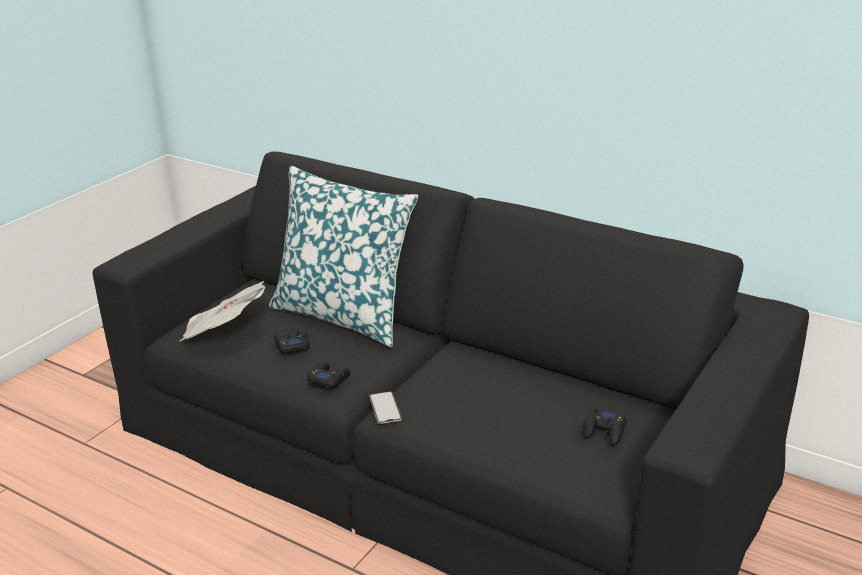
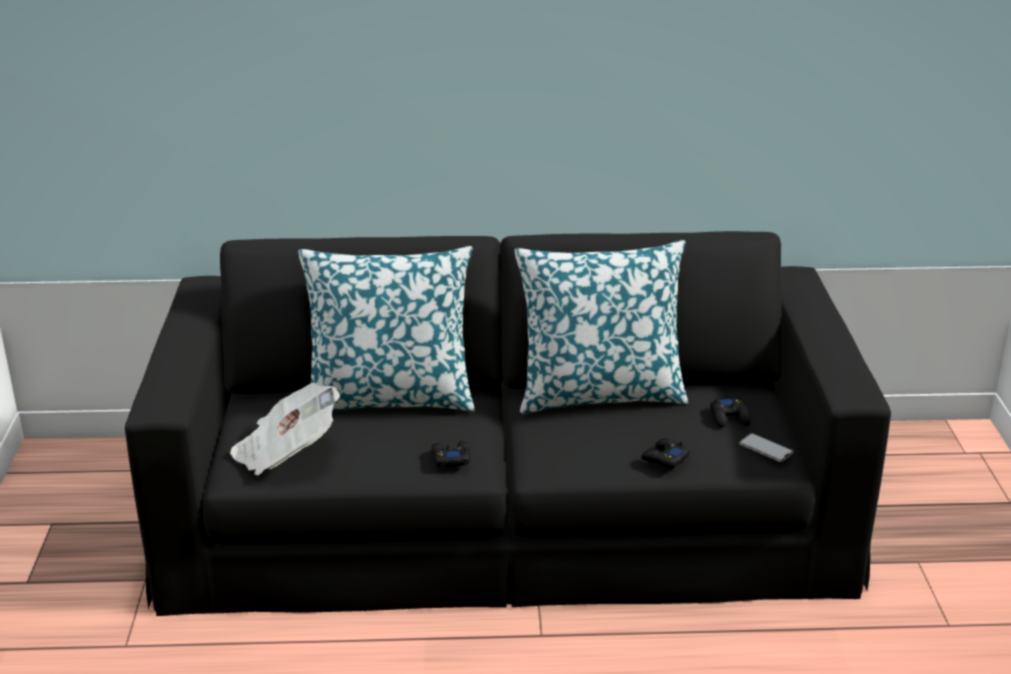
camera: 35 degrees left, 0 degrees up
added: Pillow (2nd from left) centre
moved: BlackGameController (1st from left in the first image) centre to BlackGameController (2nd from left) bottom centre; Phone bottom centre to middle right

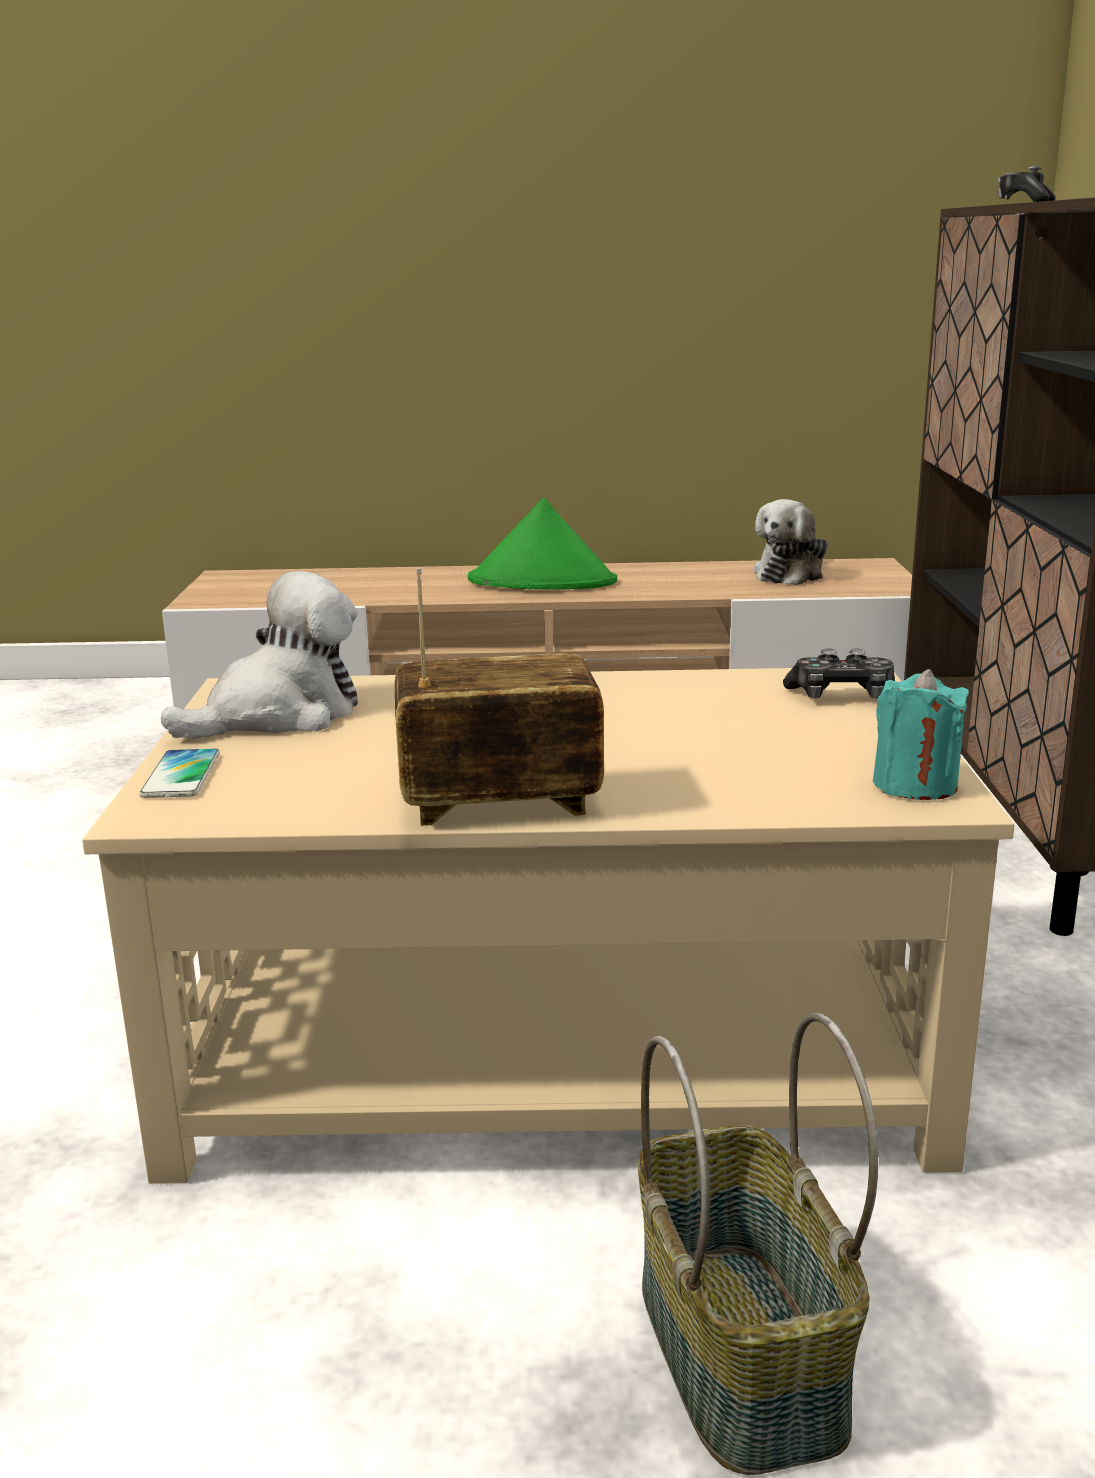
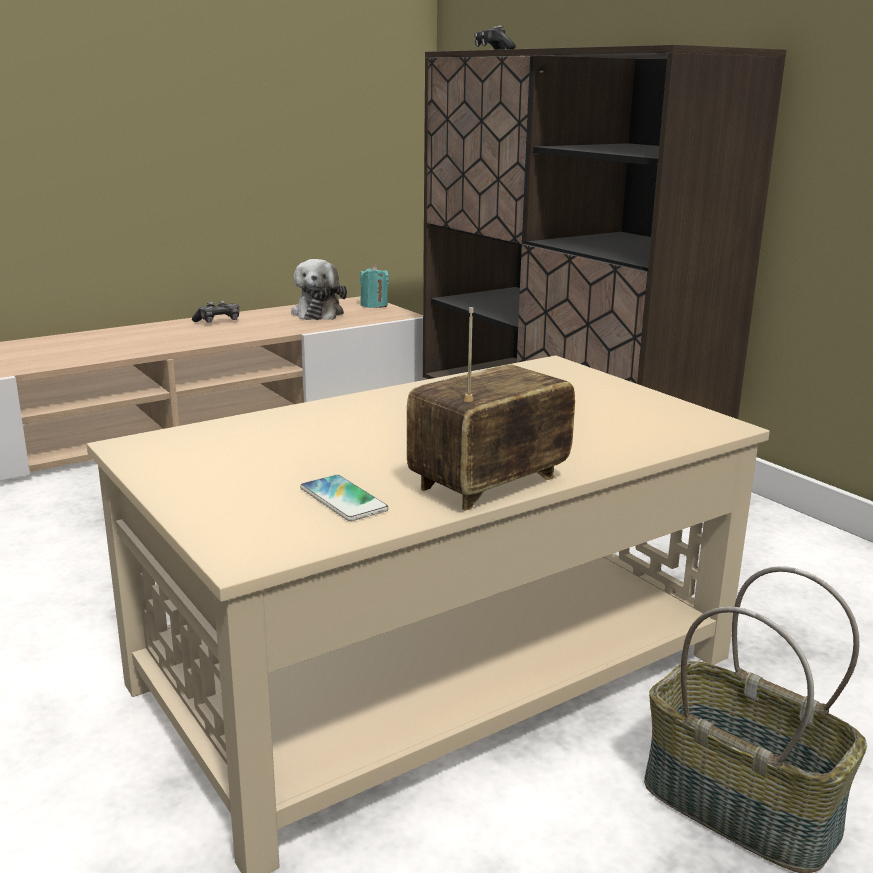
camera: 35 degrees left, 0 degrees up
removed: PlushToy (1st from left) middle left; GreenHat centre
moved: Phone middle left to centre; GameController (1st from left) middle right to middle left; TurquoiseCandle middle right to top centre

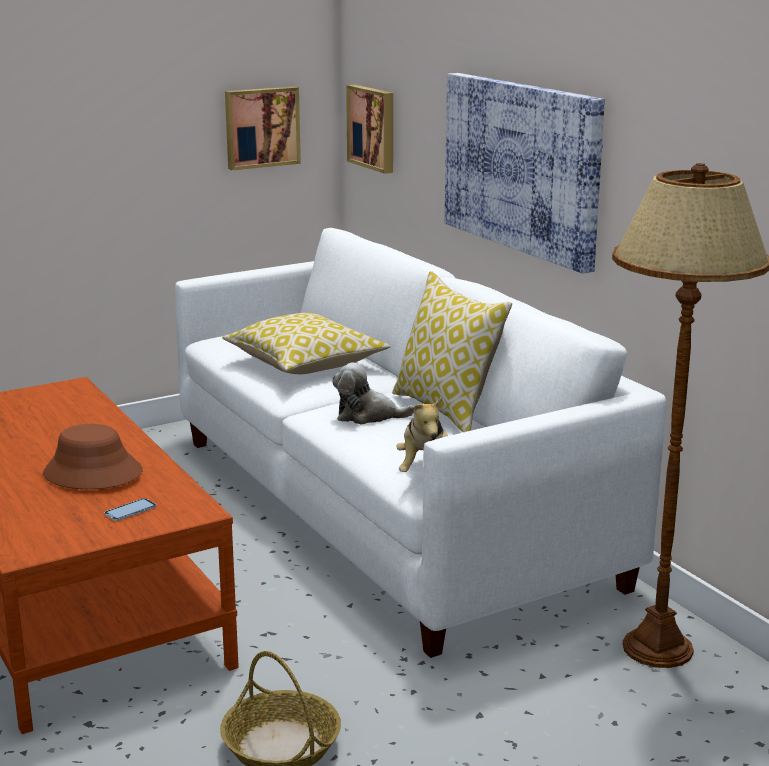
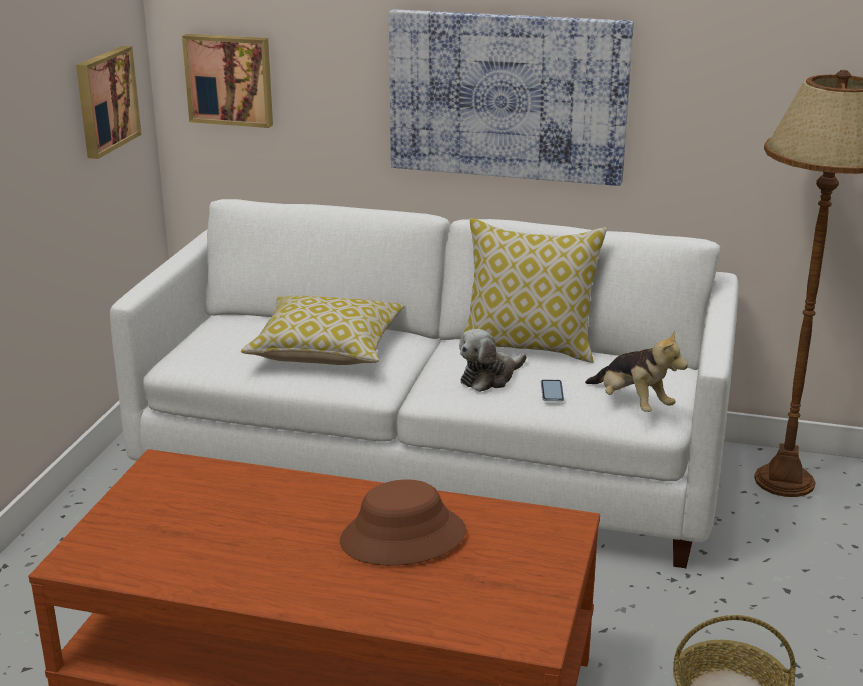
camera: 45 degrees left, 5 degrees up
moved: Phone middle left to centre

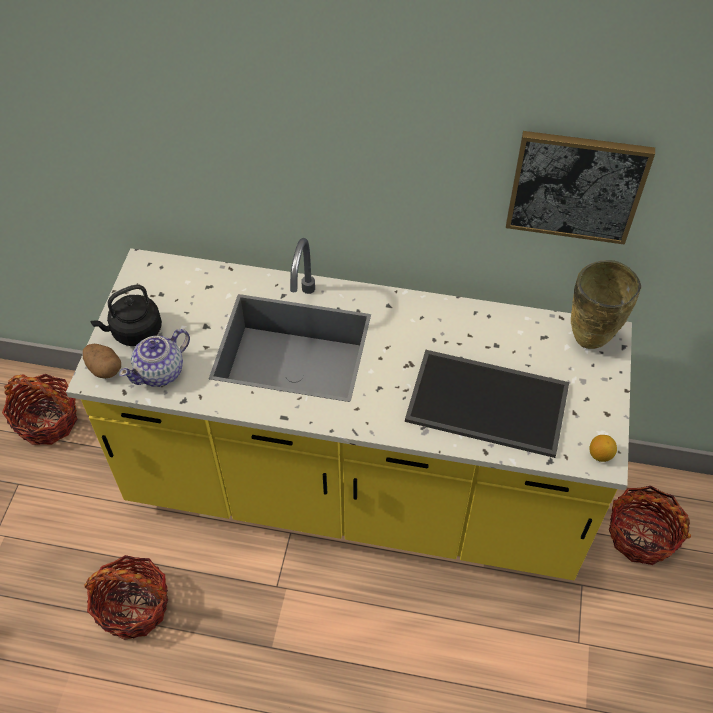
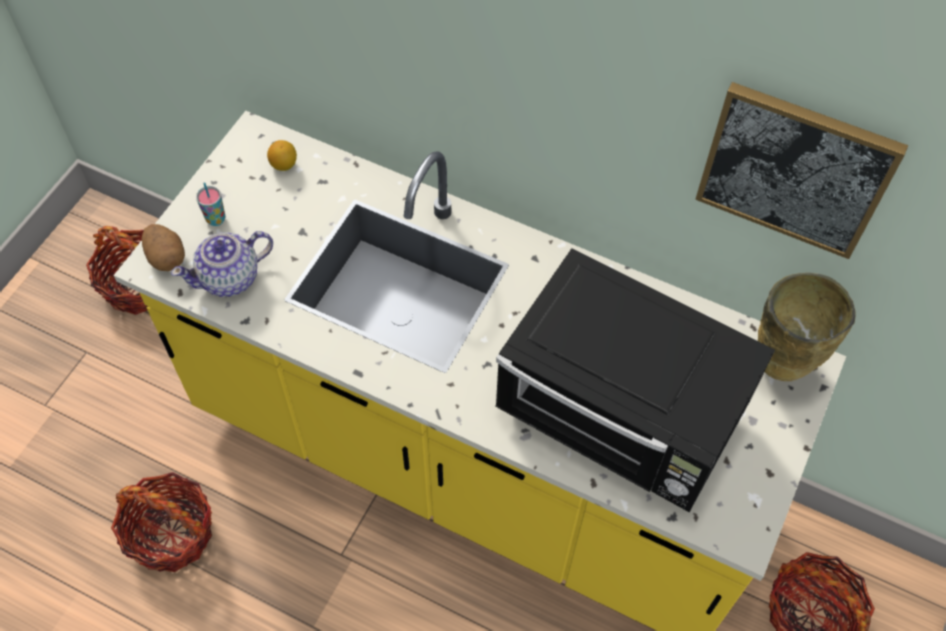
camera: 15 degrees right, 5 degrees up
moved: Lemon middle right to top left
replaced: BlackKettle middle left to Cup top left; Tray middle right to BlackMicrowave middle right

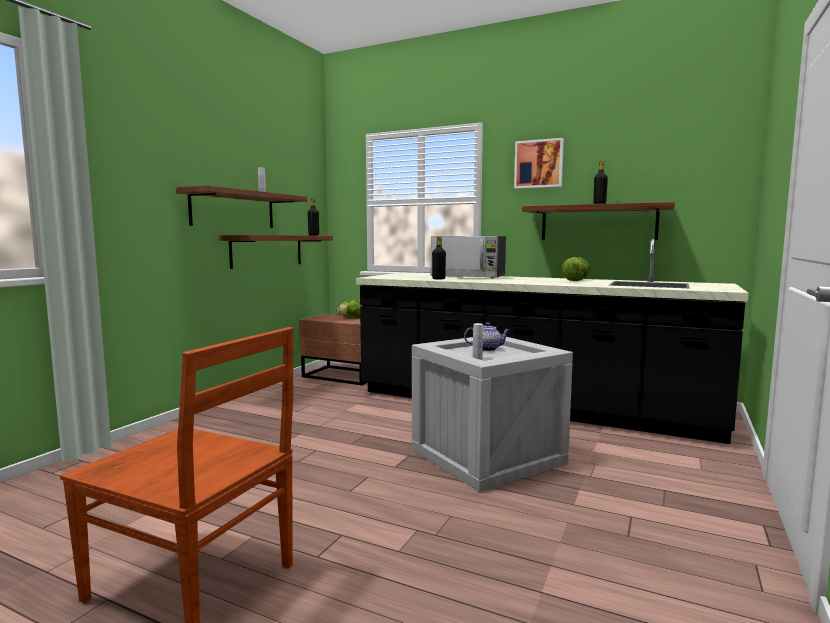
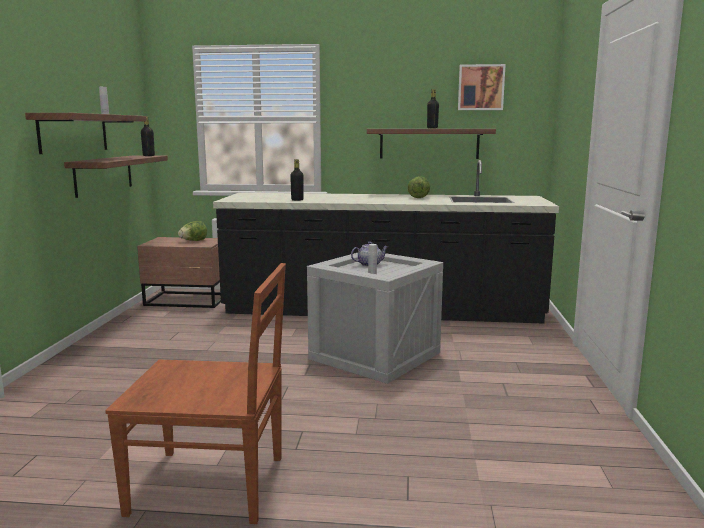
camera: 20 degrees left, 5 degrees up
removed: Microwave centre
moved: Picture top centre to top right

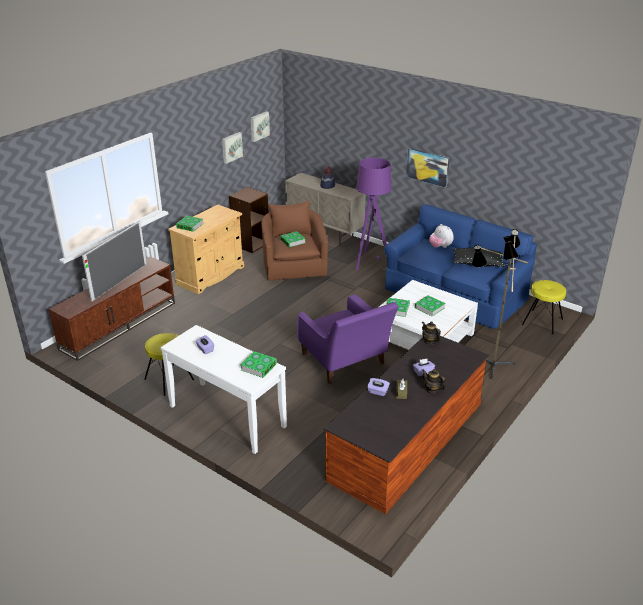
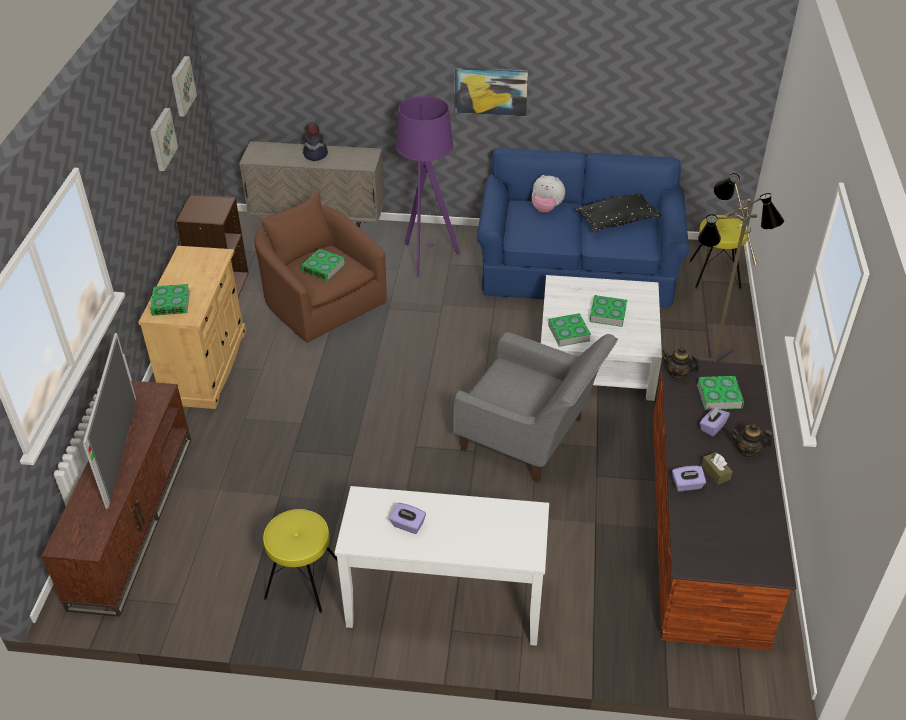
camera: 30 degrees left, 10 degrees up
moved: Book (2nd from left in the first image) centre to Book (5th from left) middle right
recoloured: PurpleArmchair centre to GreyArmchair centre

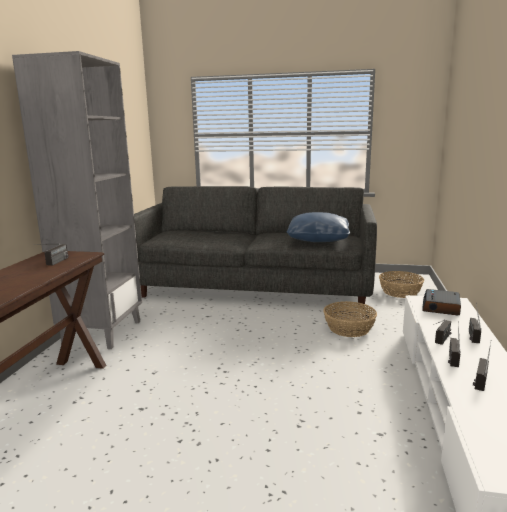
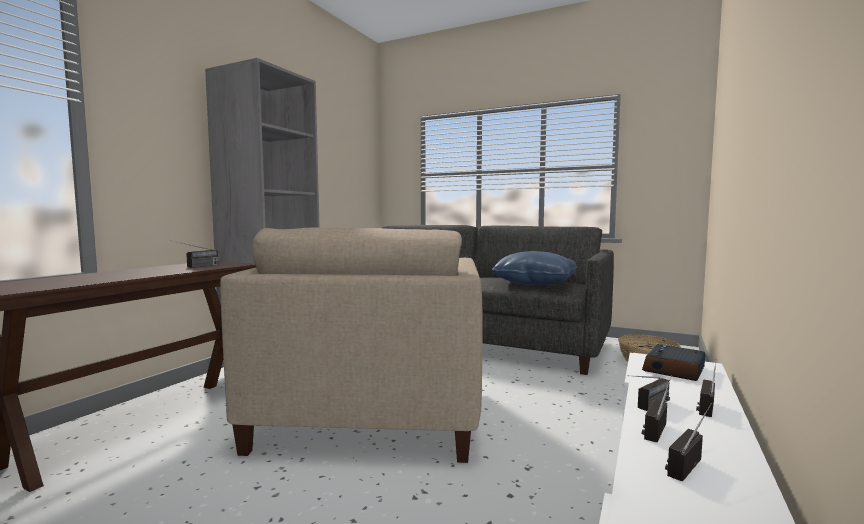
camera: 15 degrees right, 10 degrees down
removed: Basket (1st from left) middle right
added: BeigeArmchair centre

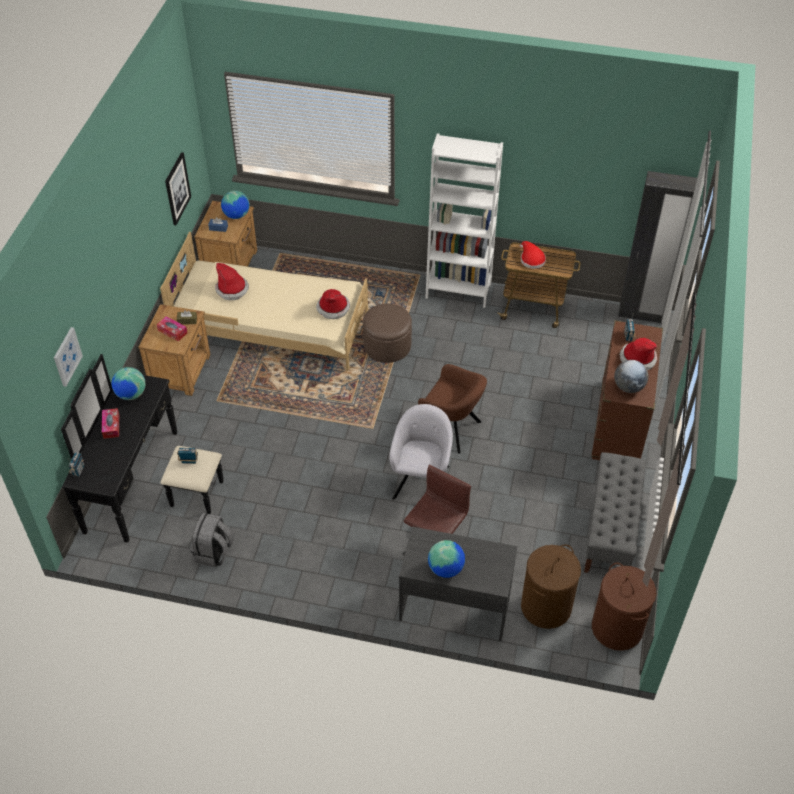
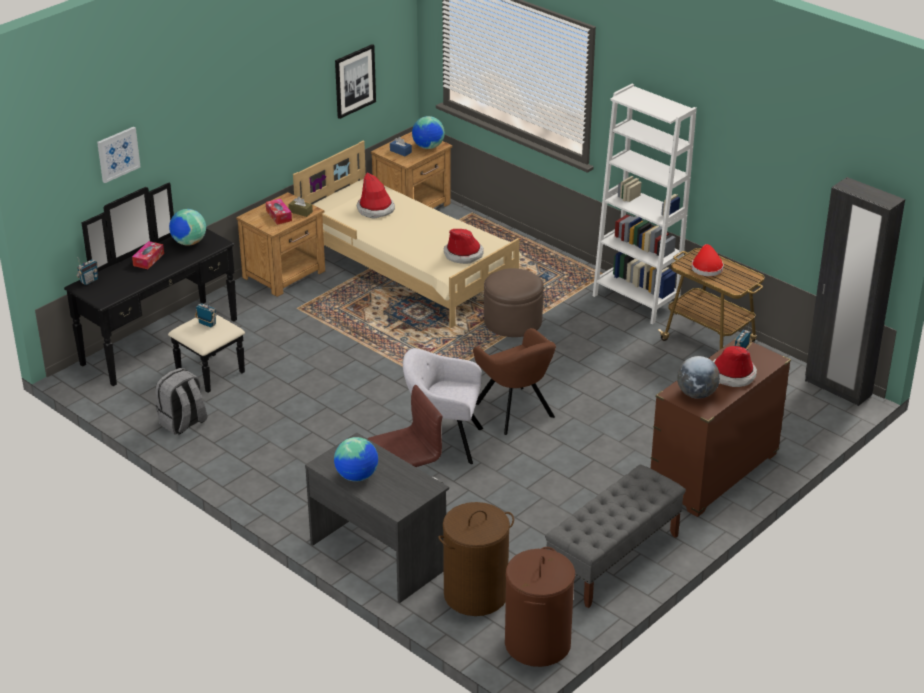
camera: 30 degrees right, 15 degrees down
turned: GreyArmchair centre = centre 120 degrees counterclockwise

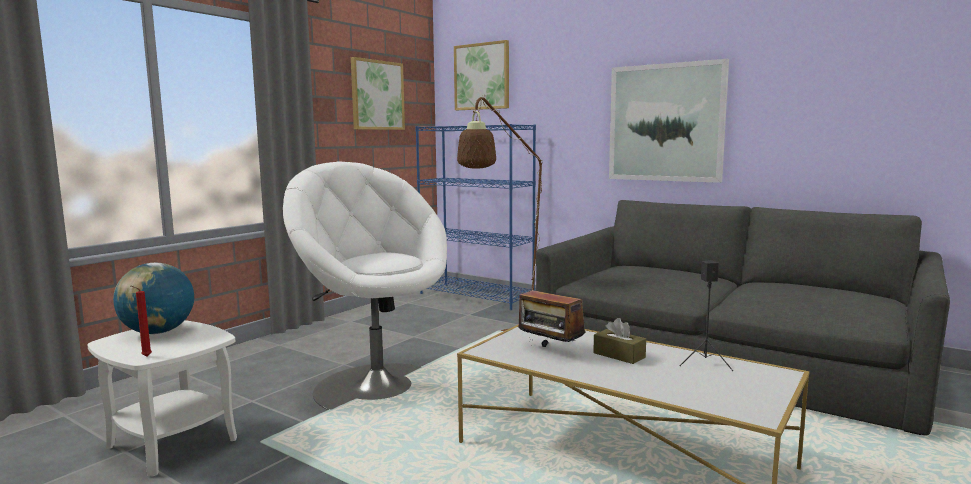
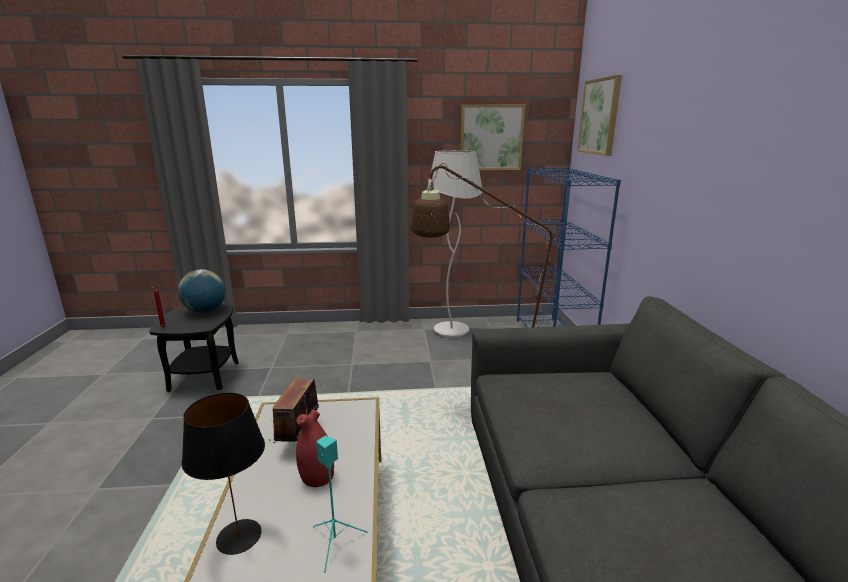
camera: 50 degrees right, 10 degrees up
removed: WhiteArmchair centre; Picture (3rd from left) top right
added: BlackTableLamp bottom left; WhiteFloorLamp centre
replaced: BrownTissueBox bottom centre to RedVase bottom centre
recoloured: WhiteSideTable bottom left to BlackSideTable middle left; BlackSpeaker middle right to TurquoiseSpeaker bottom centre

